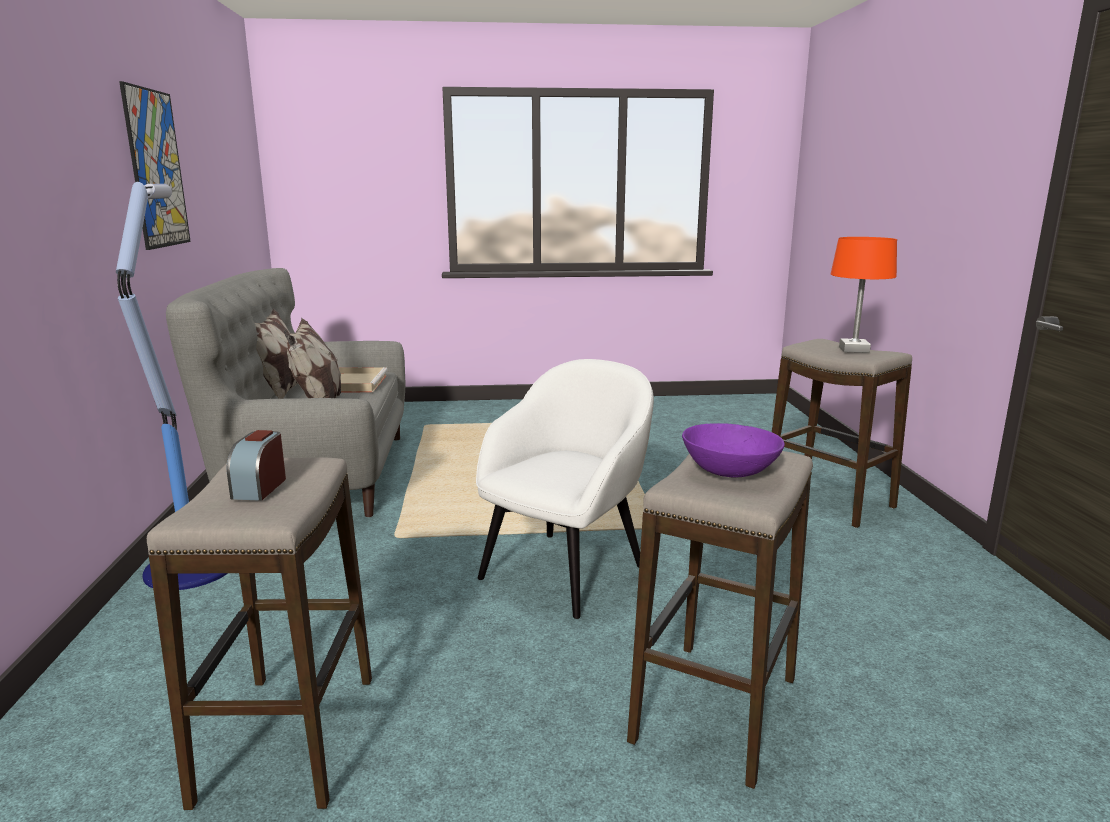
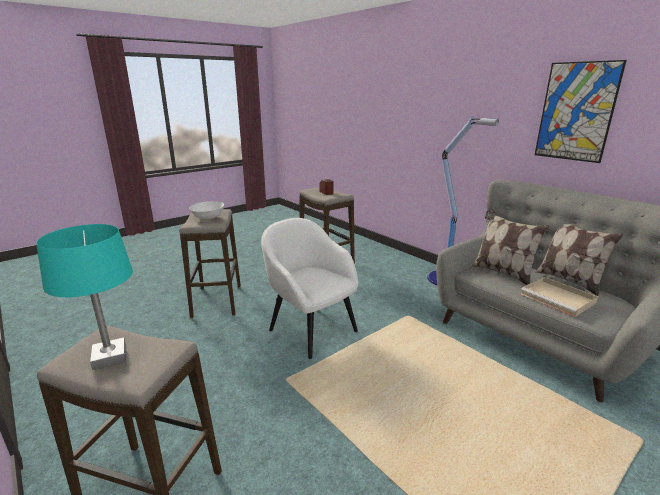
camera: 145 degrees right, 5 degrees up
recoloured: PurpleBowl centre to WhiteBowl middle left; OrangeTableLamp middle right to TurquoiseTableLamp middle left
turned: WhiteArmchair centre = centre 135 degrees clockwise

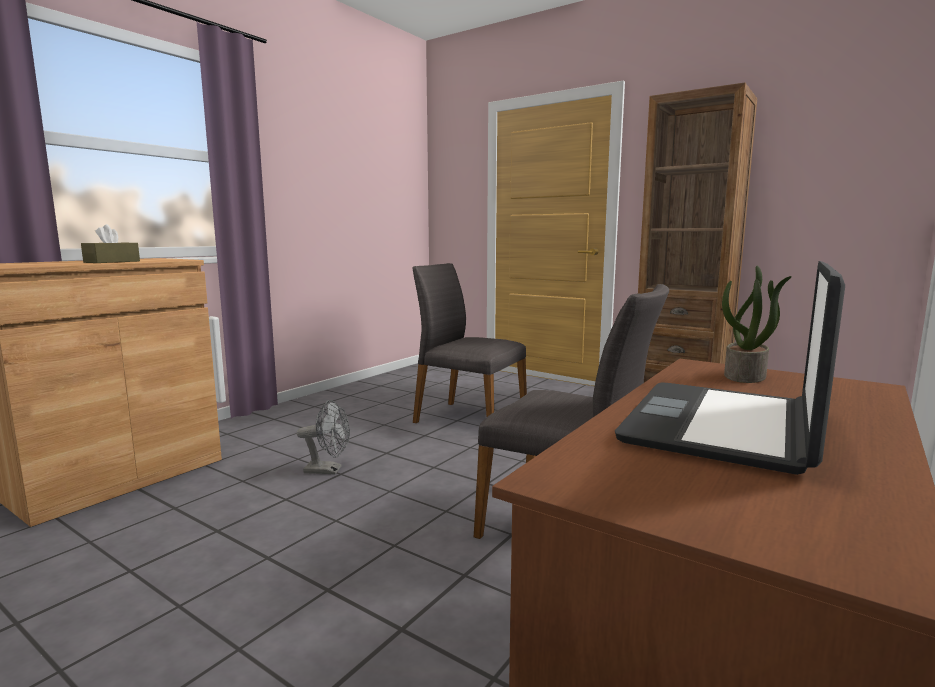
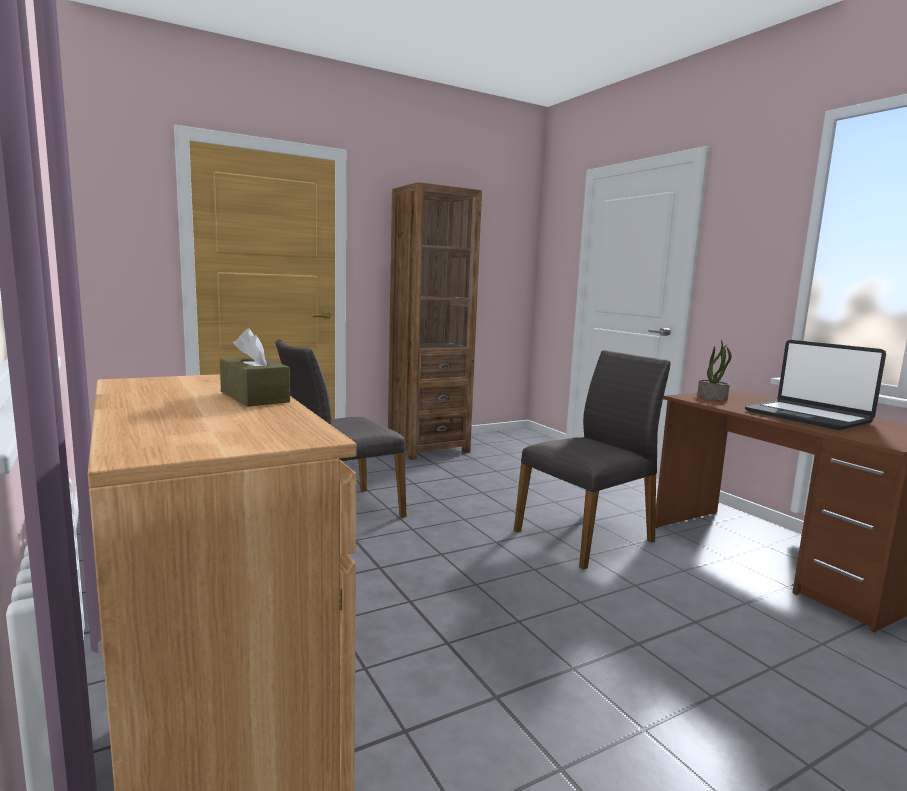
camera: 65 degrees left, 0 degrees up
removed: GreyFan centre

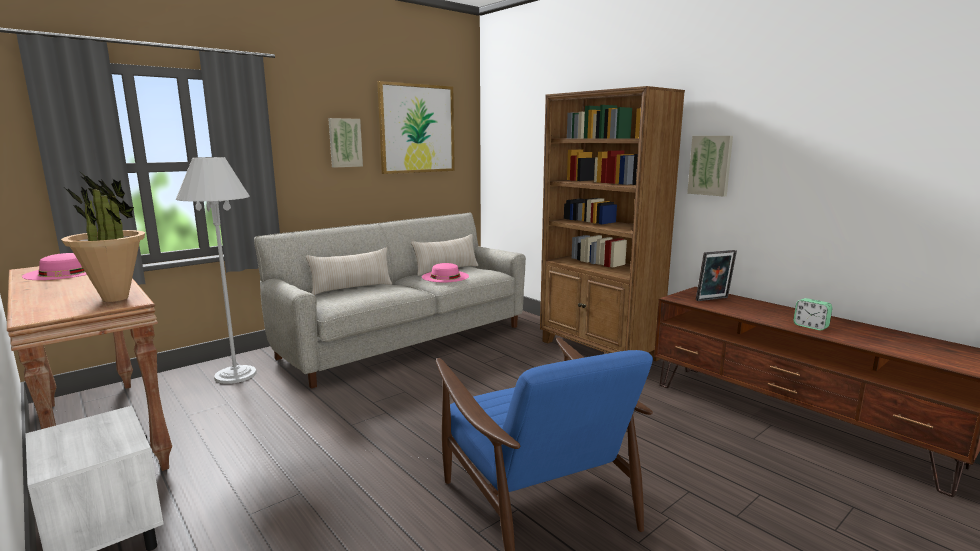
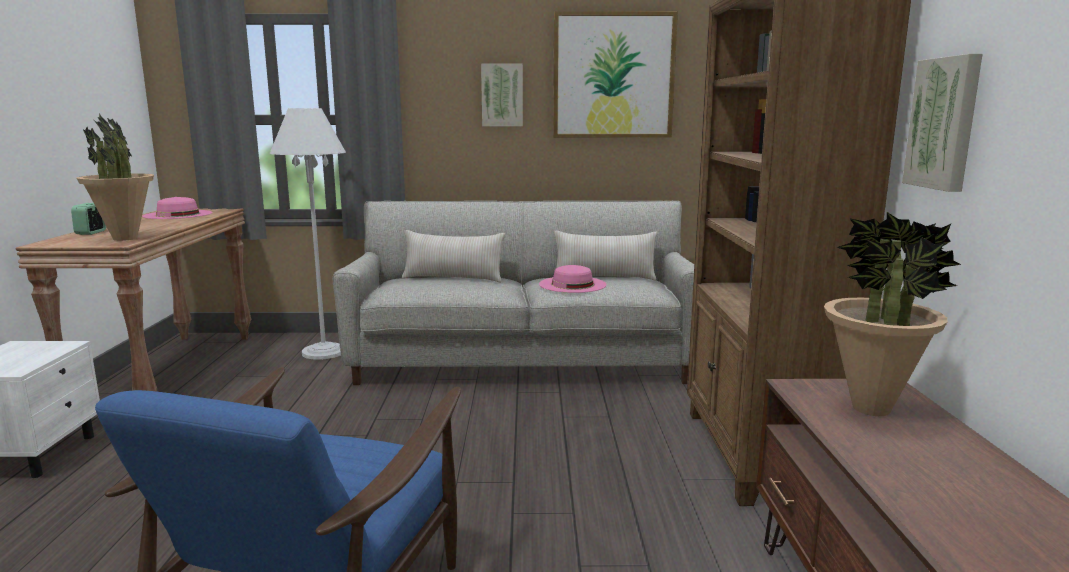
camera: 40 degrees right, 0 degrees up
moved: AlarmClock middle right to middle left
replaced: PictureFrame middle right to PottedPlant (2nd from left) middle right

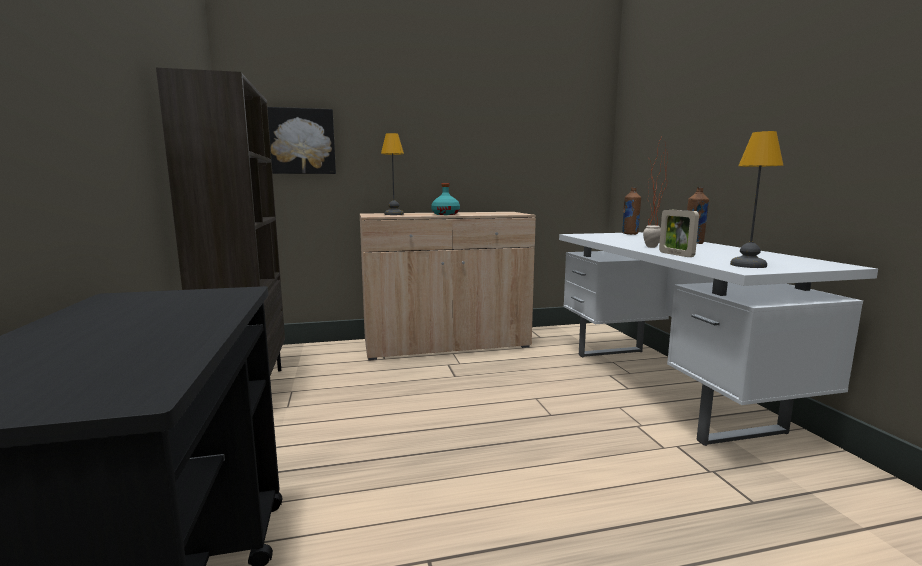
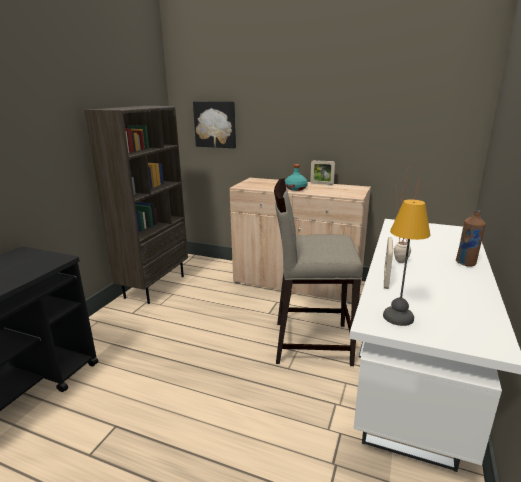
camera: 35 degrees right, 10 degrees up
removed: TableLamp (1st from left) top centre; BrownBottle (1st from left) middle right
added: BeigeStool centre; PictureFrame (1st from left) centre

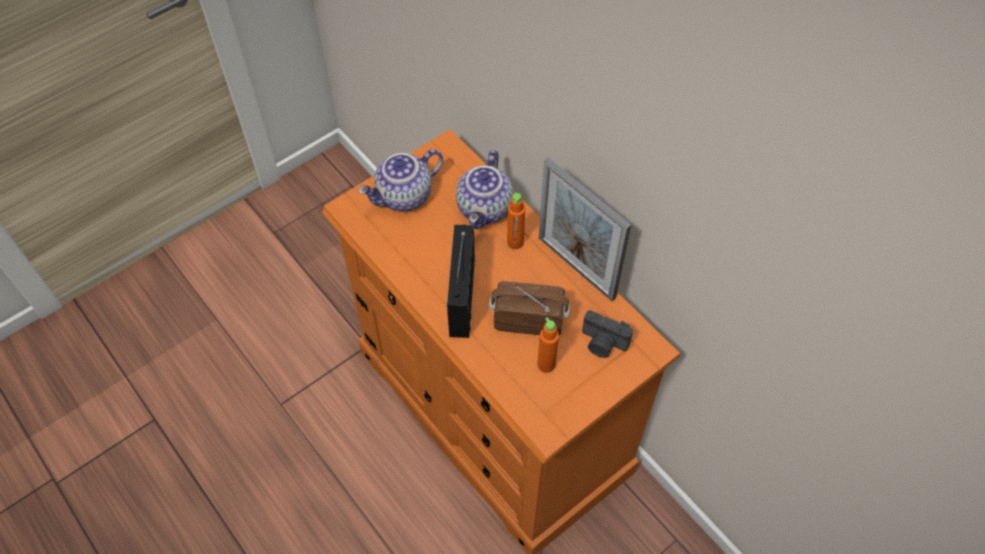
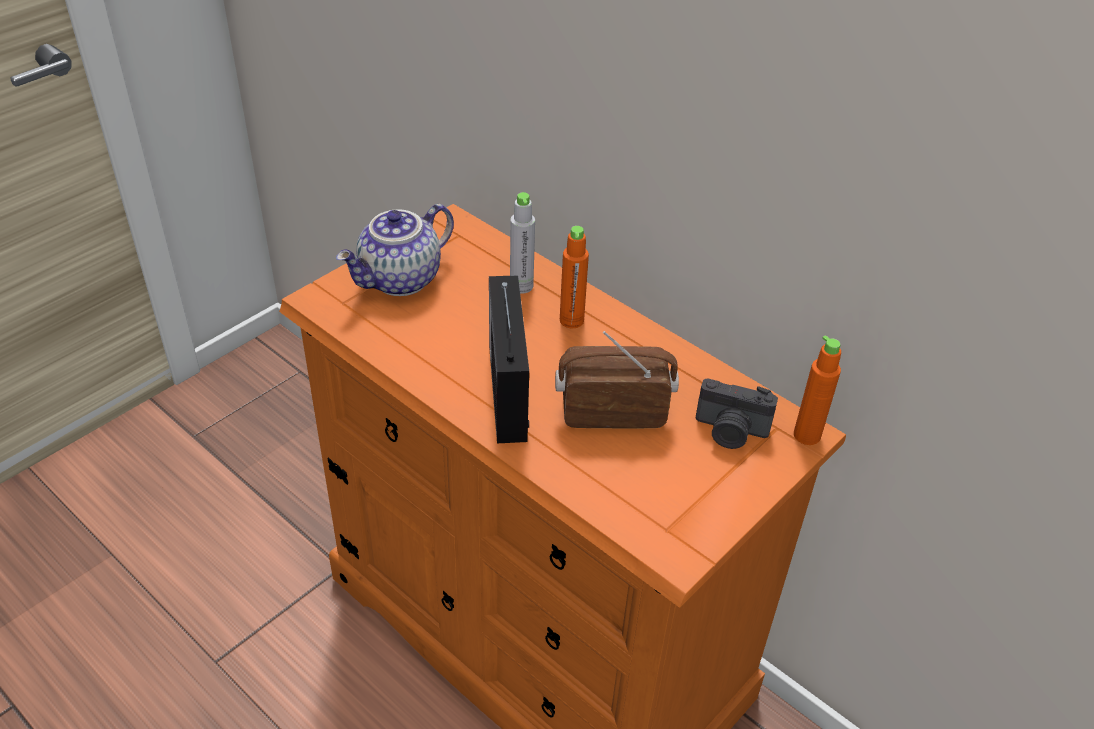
camera: 10 degrees left, 15 degrees down
removed: PictureFrame centre
moved: OrangeBottle (2nd from left) centre to middle right
replaced: Teapot (2nd from left) centre to GreyBottle centre

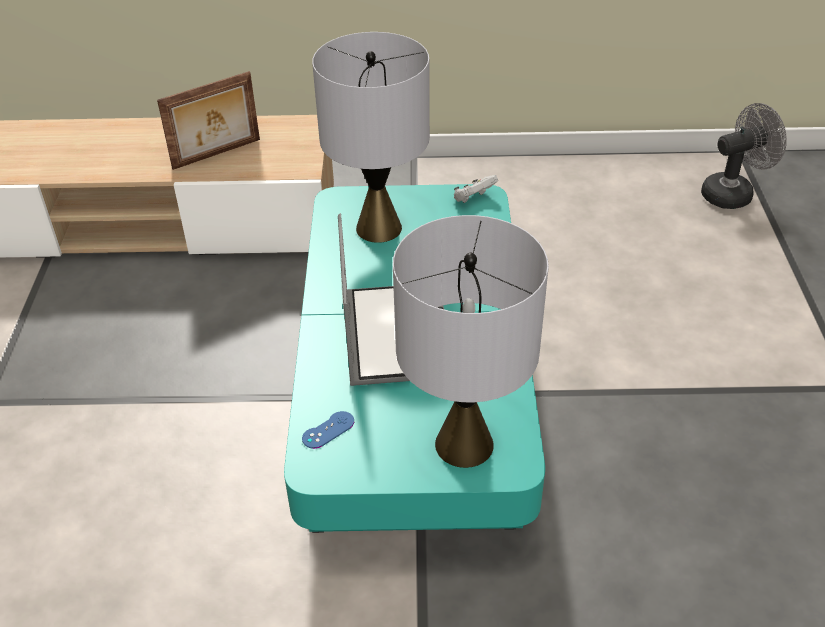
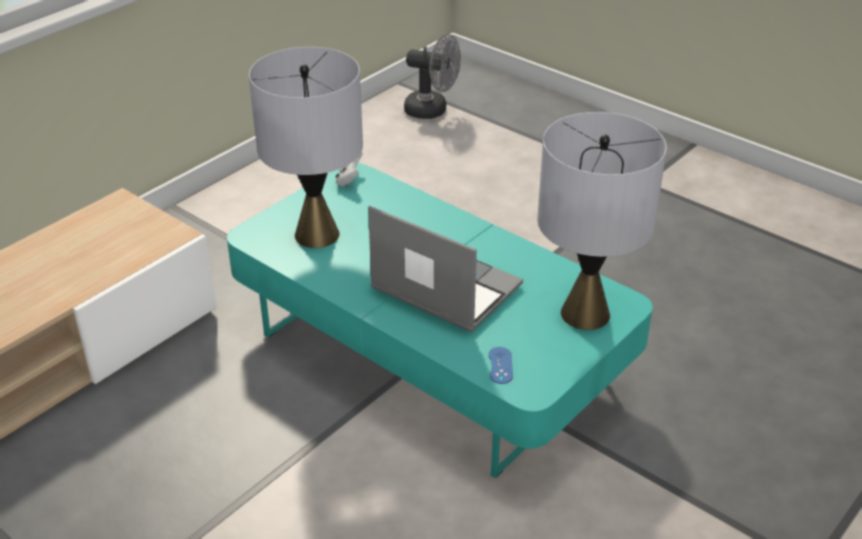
camera: 50 degrees left, 5 degrees down
removed: PictureFrame top left
turned: GreyFan top right = top centre 90 degrees clockwise

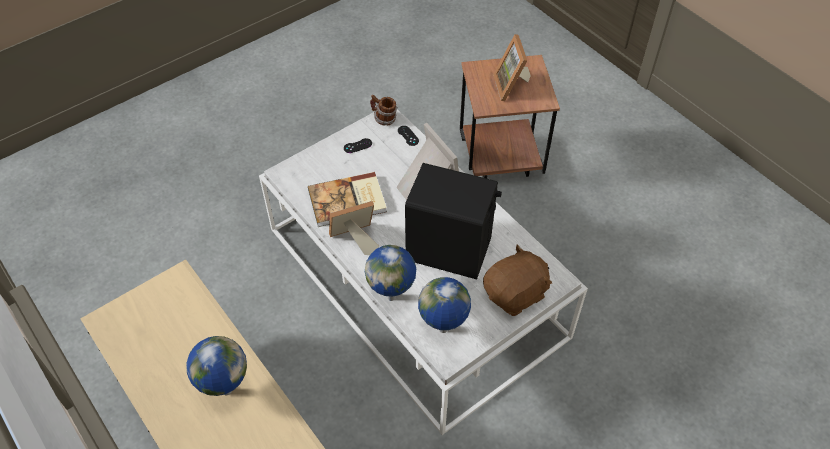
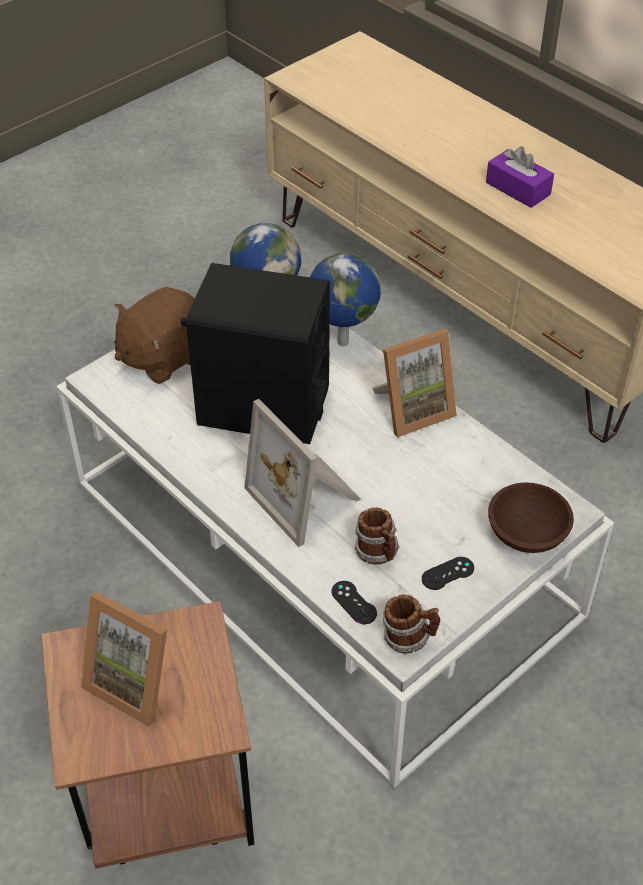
camera: 175 degrees right, 5 degrees down
removed: Book centre
added: Mug (1st from left) centre; BrownBowl middle right
replaced: Globe (1st from left) bottom left to PurpleTissueBox top right
turned: PictureFrame (3rd from left in the first image) top centre = bottom left 135 degrees clockwise

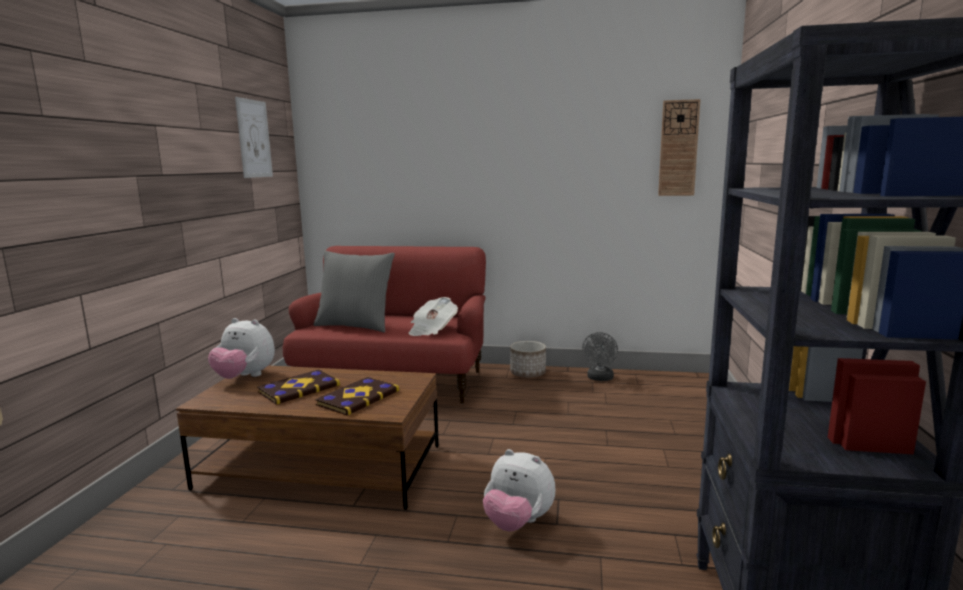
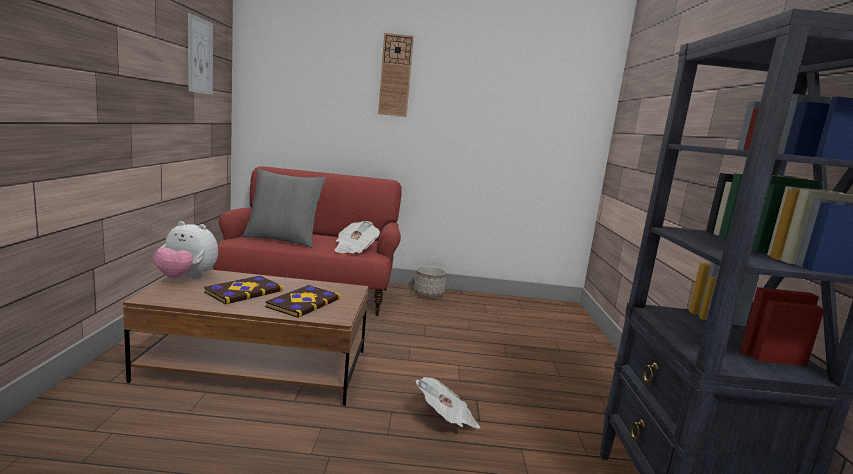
camera: 10 degrees left, 0 degrees up
removed: GreyFan centre
moved: WallClock top right to top centre
replaced: PlushToy (2nd from left) bottom centre to Newspaper (2nd from left) bottom centre

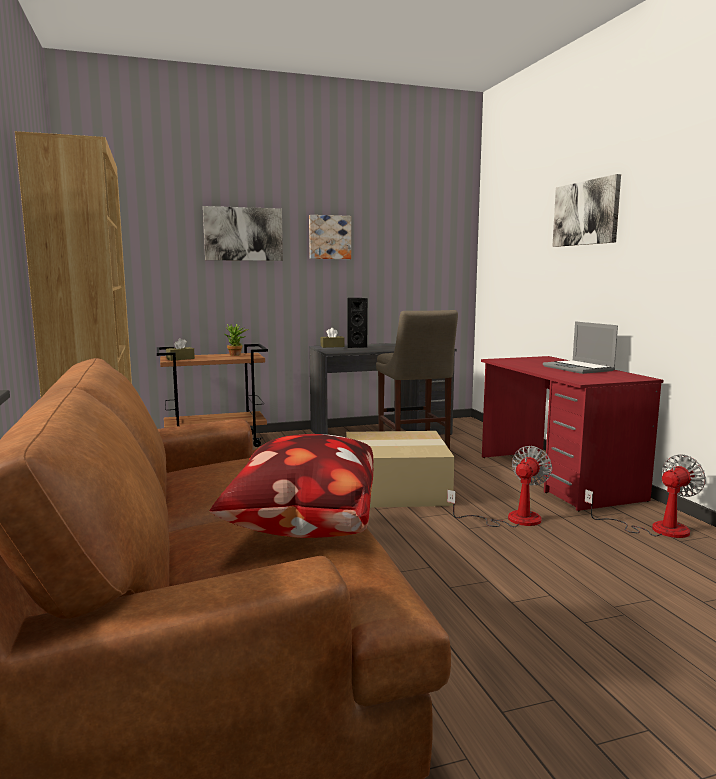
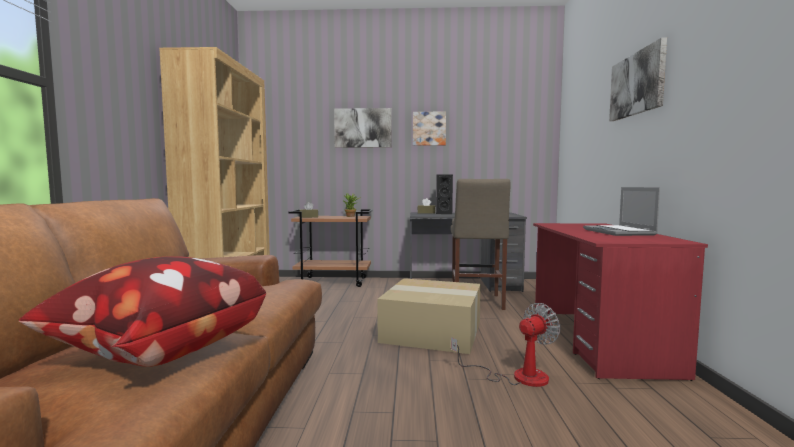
camera: 20 degrees right, 5 degrees down
removed: Fan (2nd from left) middle right

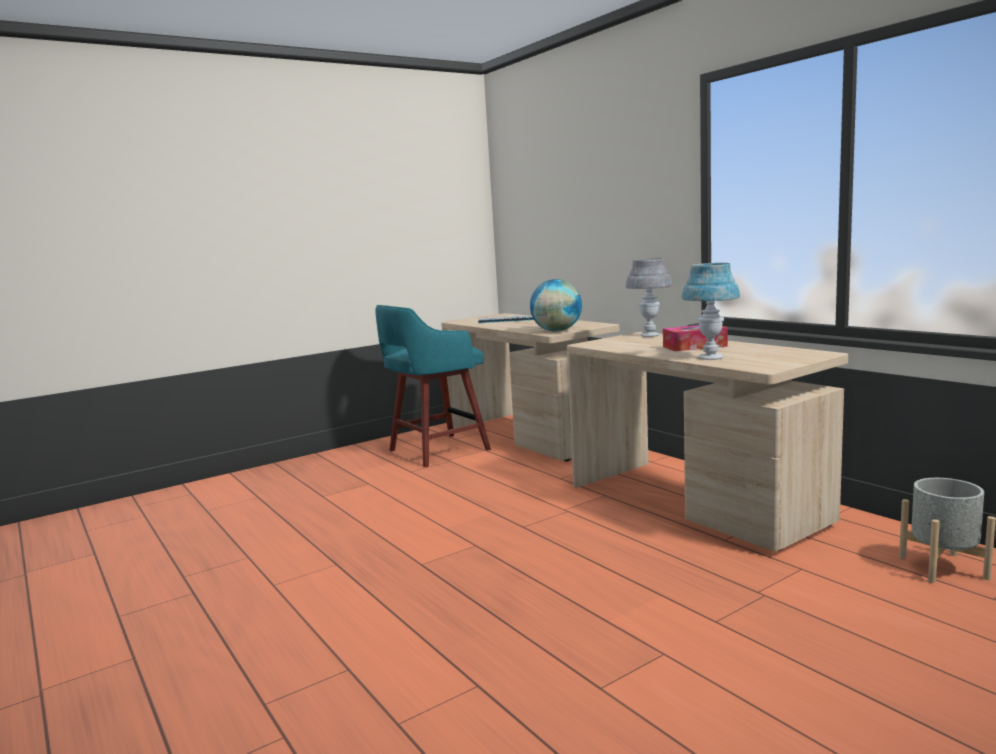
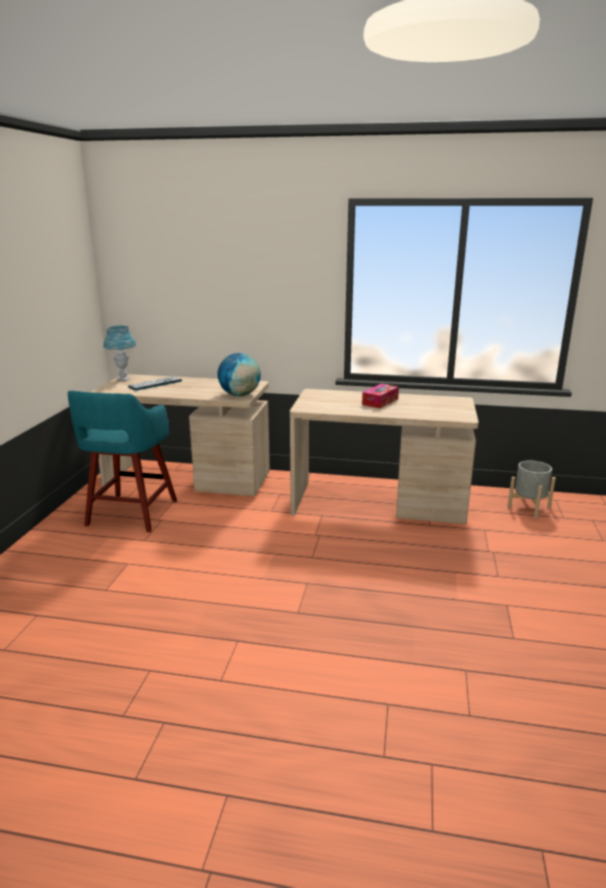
camera: 45 degrees left, 10 degrees up
removed: GreyTableLamp centre
moved: BlueTableLamp middle right to middle left

